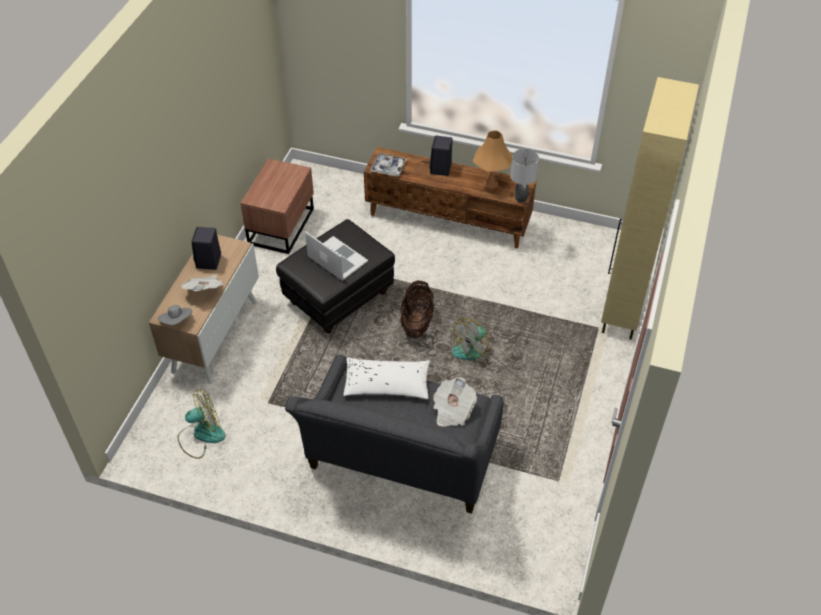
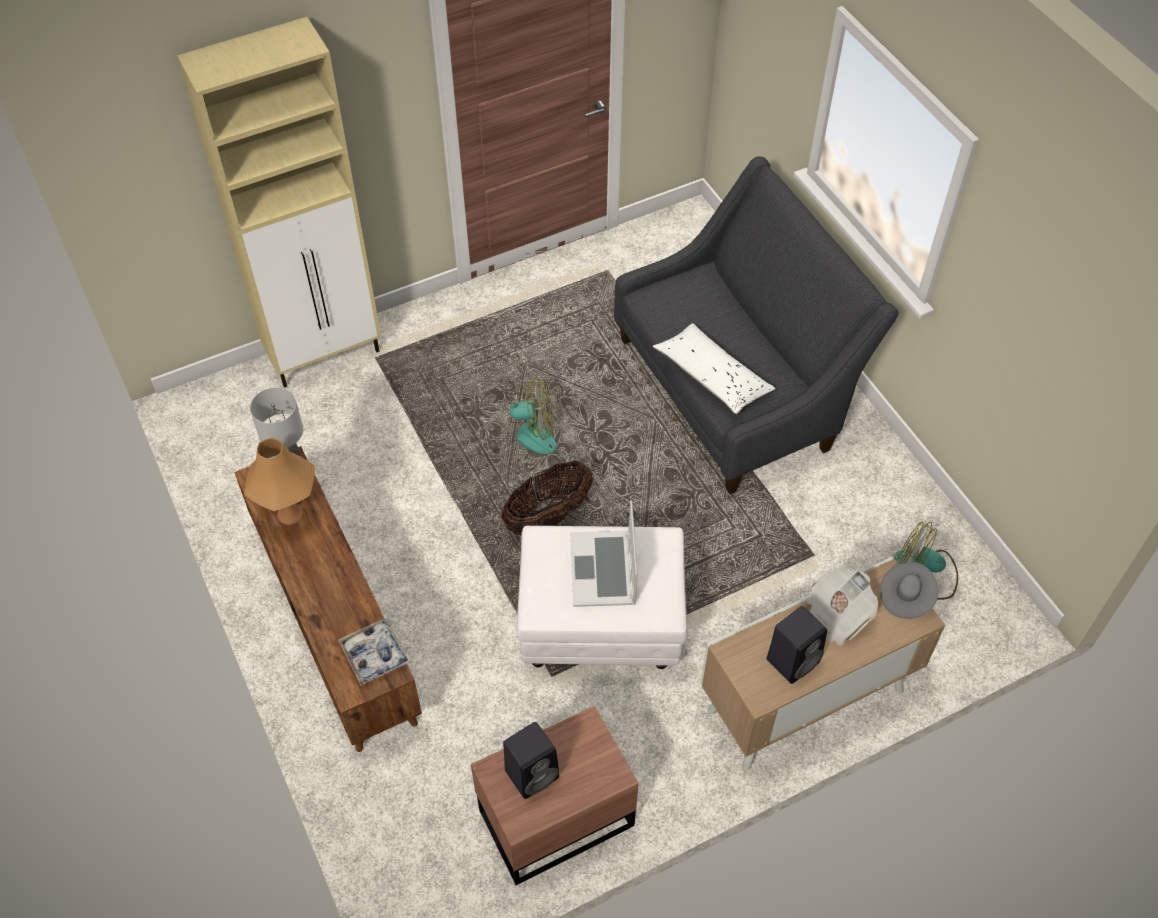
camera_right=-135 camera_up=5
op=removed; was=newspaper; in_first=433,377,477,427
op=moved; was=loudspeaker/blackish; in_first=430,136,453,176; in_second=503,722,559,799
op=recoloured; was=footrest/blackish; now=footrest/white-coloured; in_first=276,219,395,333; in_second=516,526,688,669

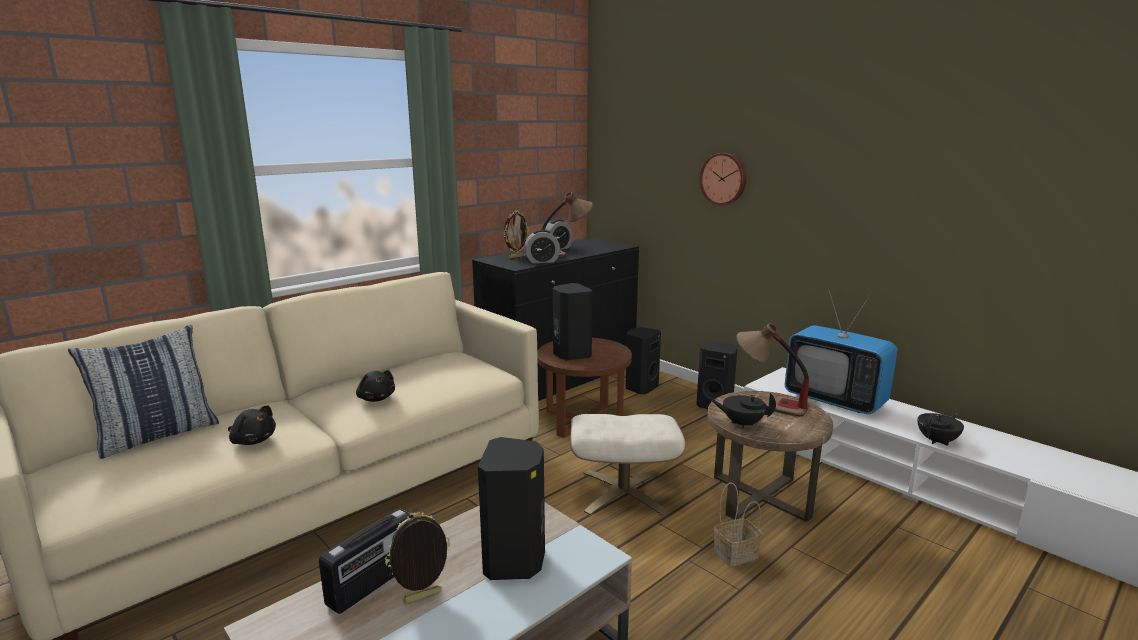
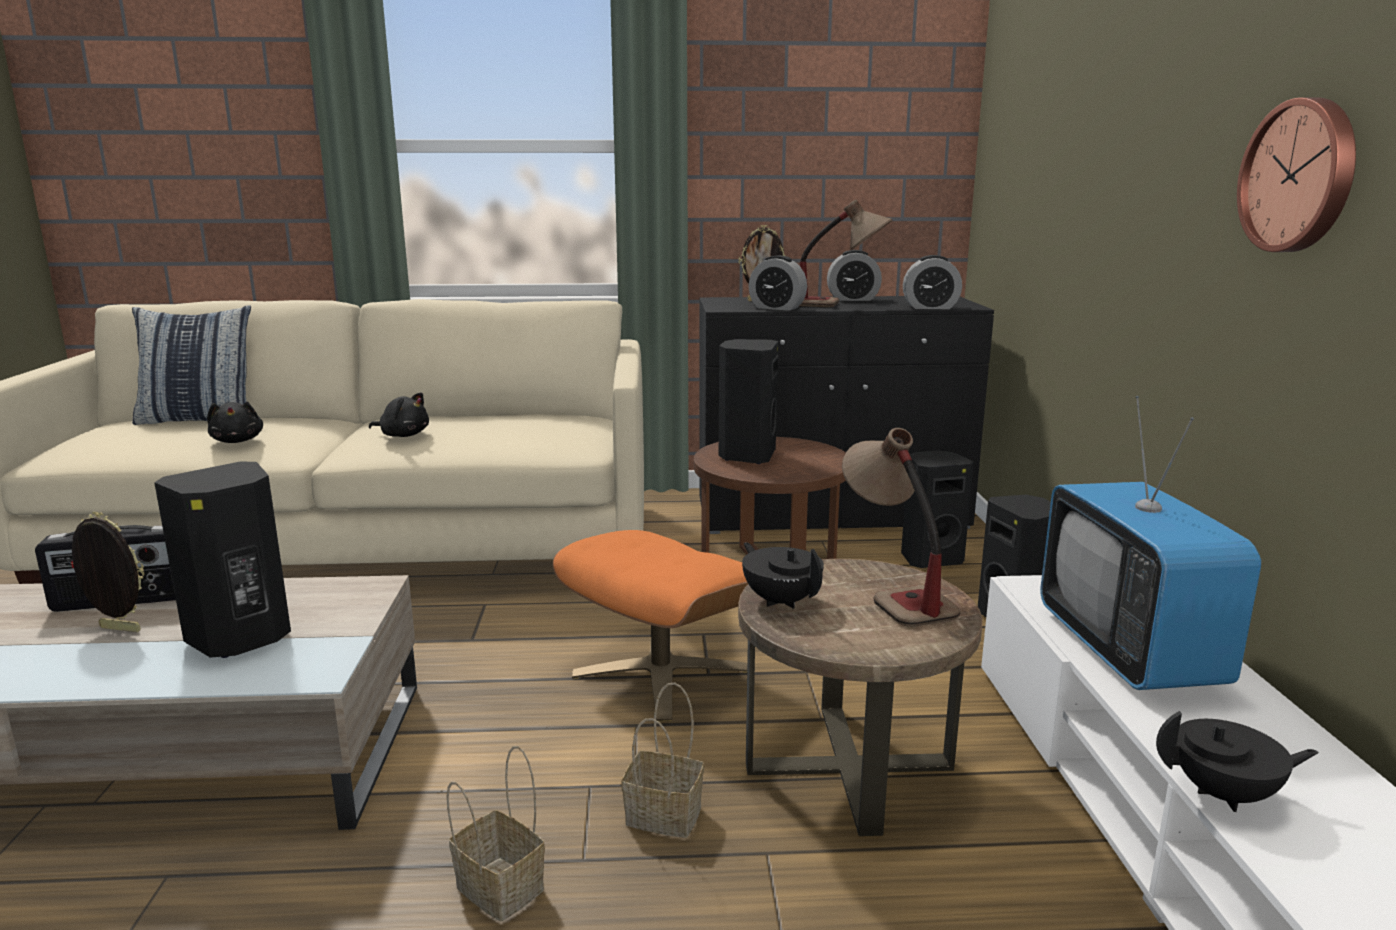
camera_right=40 camera_up=0
op=added; now=household basket; in_second=446,746,545,921
op=added; now=bedside clock; in_second=903,255,962,309
op=moved; was=wall clock; in_first=699,153,747,205; in_second=1237,97,1356,252
op=recoloured; was=footrest/beige-coloured; now=footrest/orangey; in_first=570,414,686,516; in_second=553,530,748,721
op=turned; was=cuddly toy/blackish; in_first=356,370,395,402; in_second=369,392,429,437; clockwise=-75

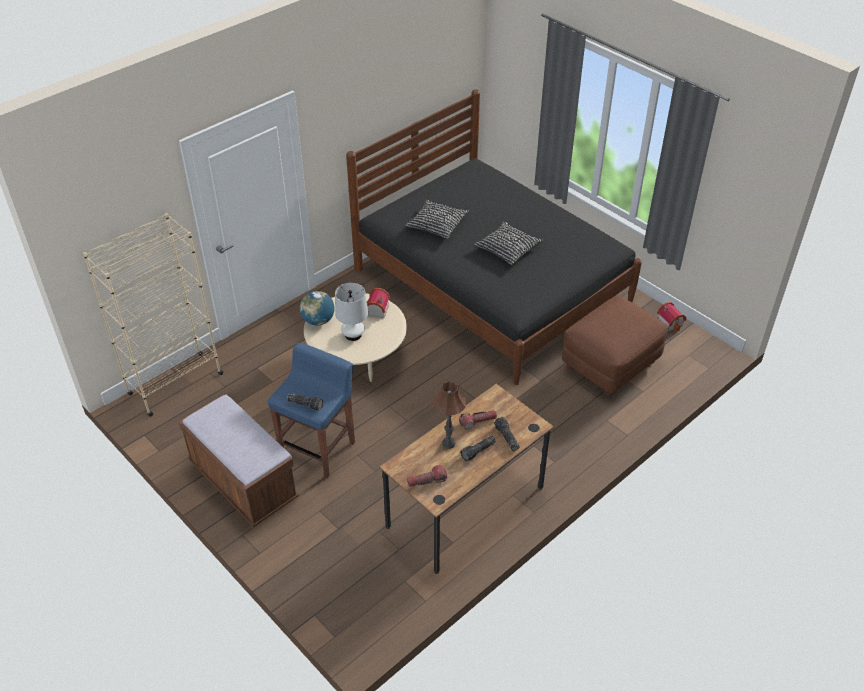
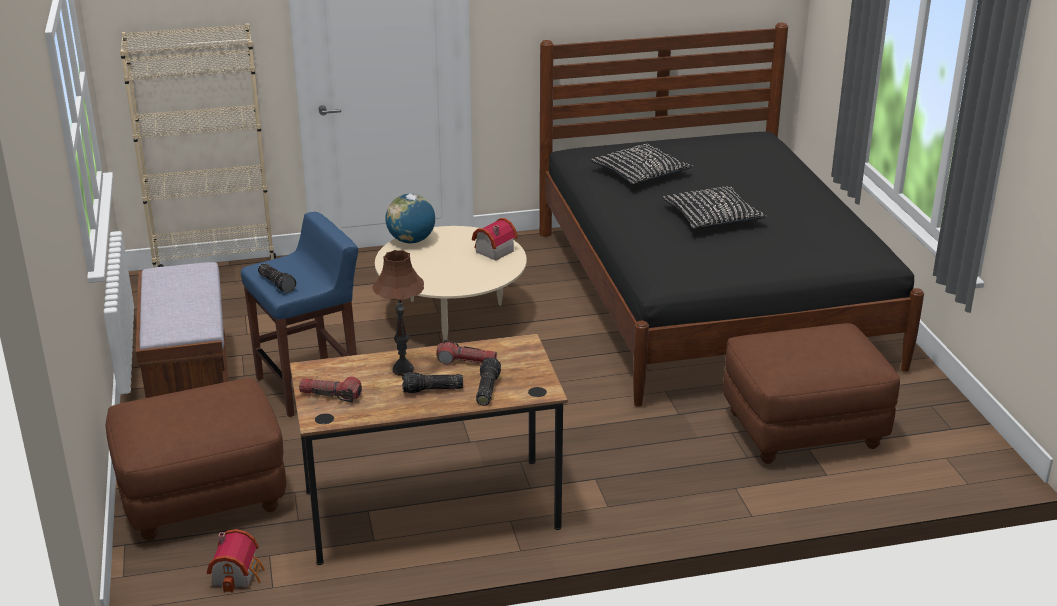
camera_right=30 camera_up=-15
op=removed; was=table lamp/white-coloured; in_first=335,283,368,341
op=added; now=footrest/brown-coloured; in_second=105,378,286,541
op=moved; was=model house; in_first=657,302,686,332; in_second=207,529,265,593

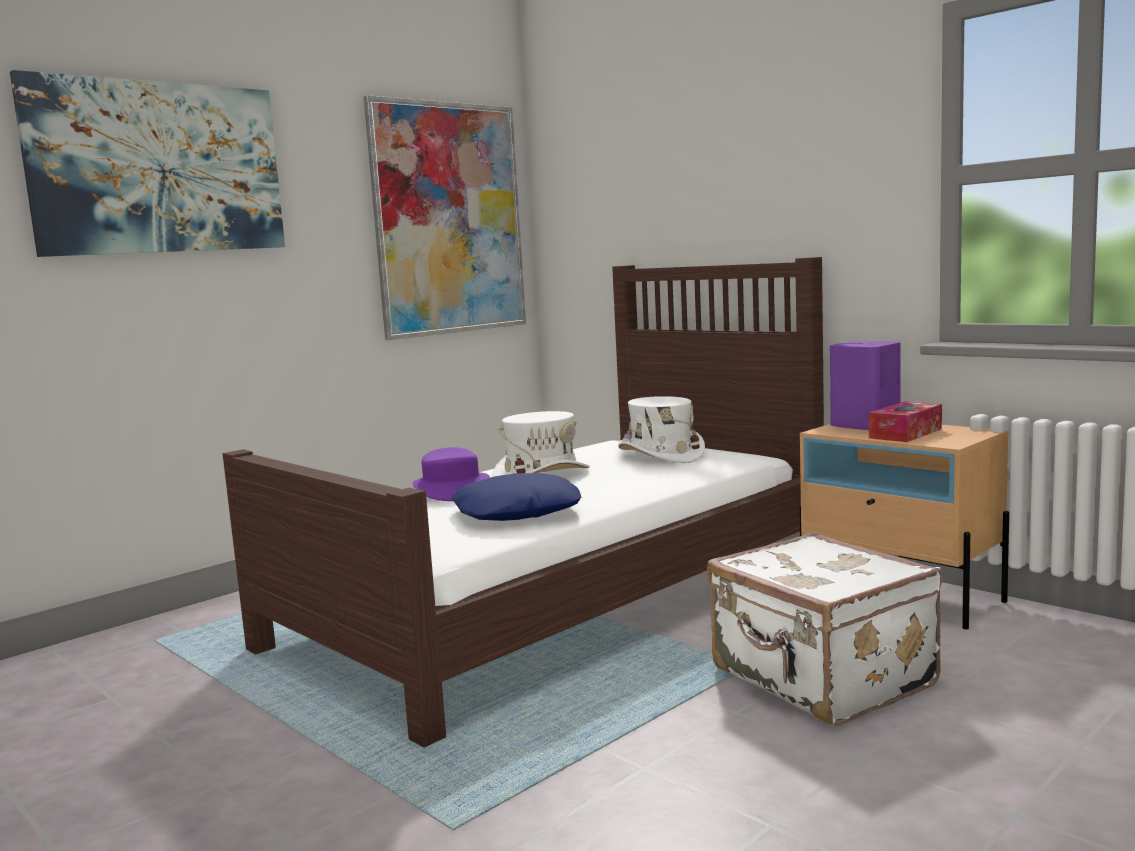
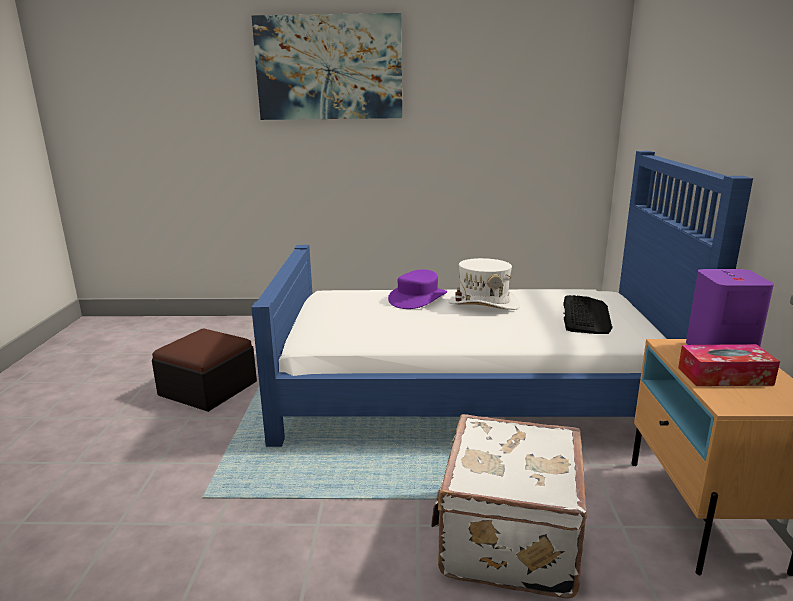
camera_right=45 camera_up=10
op=removed; was=wall art; in_first=364,95,526,340
op=removed; was=throw pillow/blue-coloured; in_first=451,473,581,521
op=added; now=footrest; in_second=152,328,257,412
op=replaced; was=hat/white-coloured; now=PC keyboard; in_first=618,396,705,463; in_second=563,295,613,334
op=recoloured; was=bedroom bed/brown-coloured; now=bedroom bed/blue-coloured; in_first=222,257,824,748; in_second=251,151,753,447

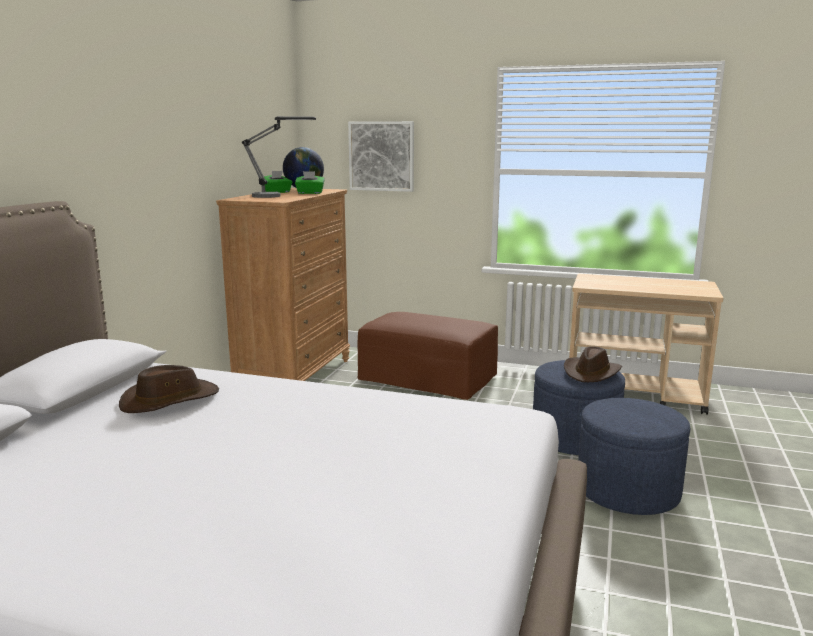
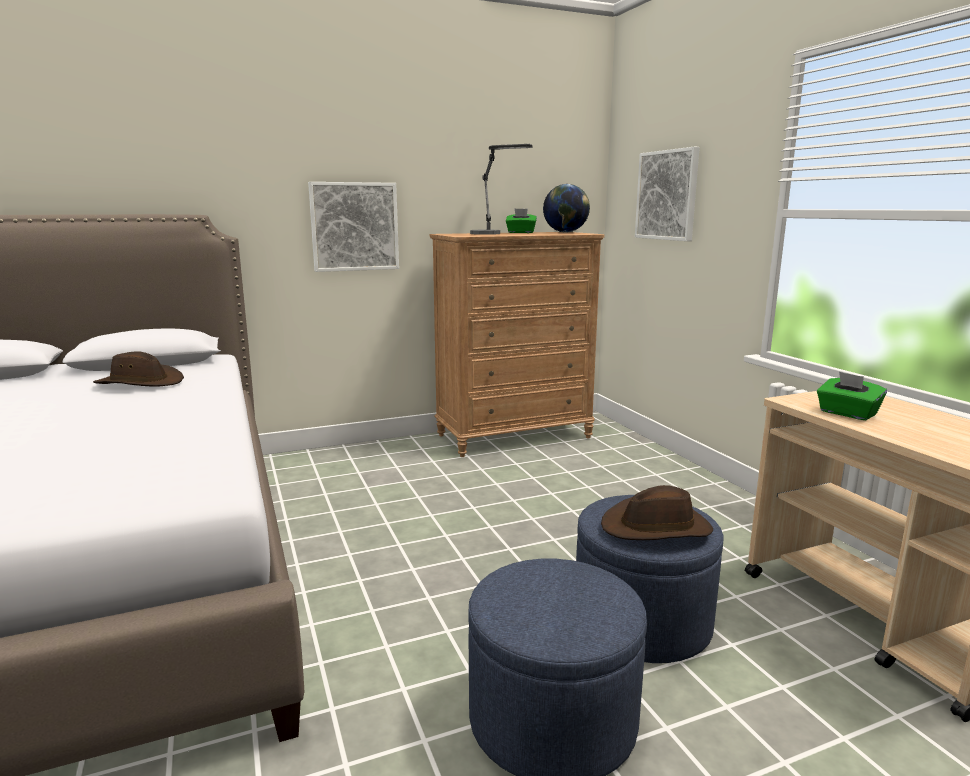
camera_right=50 camera_up=0
op=removed; was=footrest/brown-coloured; in_first=357,312,498,400
op=added; now=wall art; in_second=308,182,399,272
op=moved; was=tissue holder/green-coloured; in_first=295,171,325,194; in_second=817,372,887,420

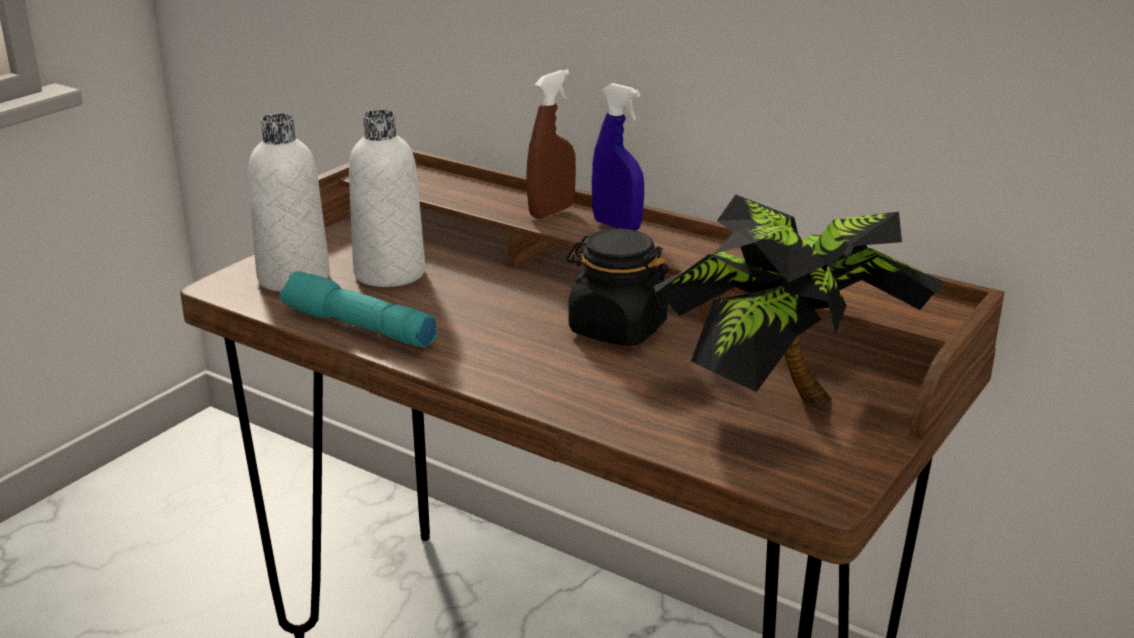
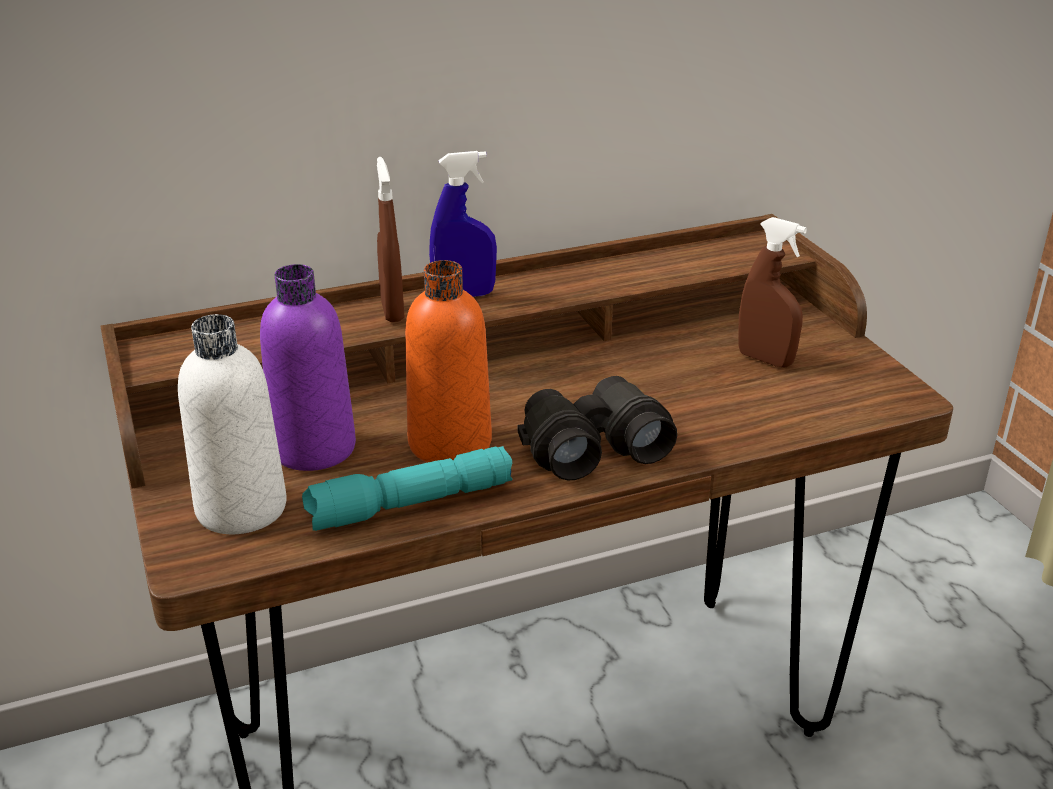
camera_right=-55 camera_up=5
op=removed; was=storage jar/blackish; in_first=566,229,669,346
op=added; now=bottle/orangey; in_second=405,260,492,462
op=added; now=pair of binoculars/blackish; in_second=518,376,677,480
op=replaced; was=plant in a pot; now=spray bottle/brown-coloured; in_first=654,195,945,406; in_second=738,217,807,368
op=recoloured; was=bottle/white-coloured; now=bottle/purple-coloured; in_first=349,110,425,287; in_second=260,264,356,471

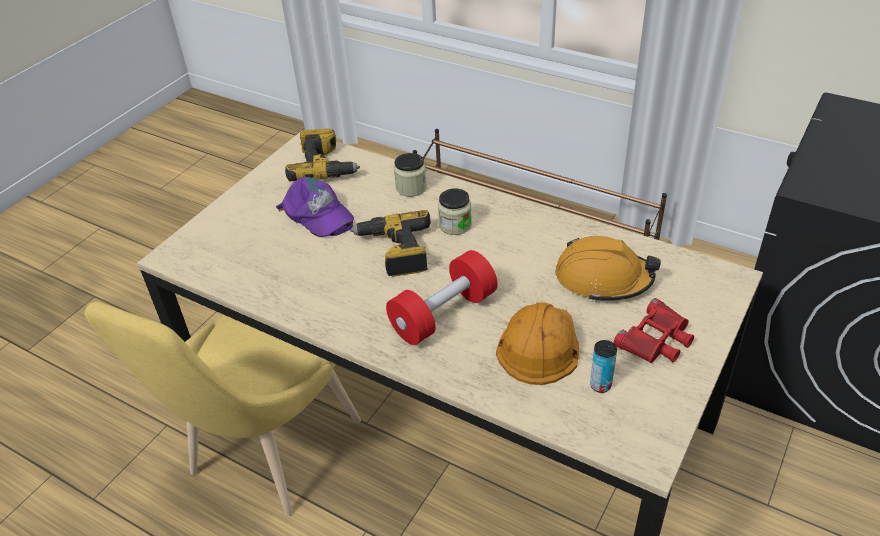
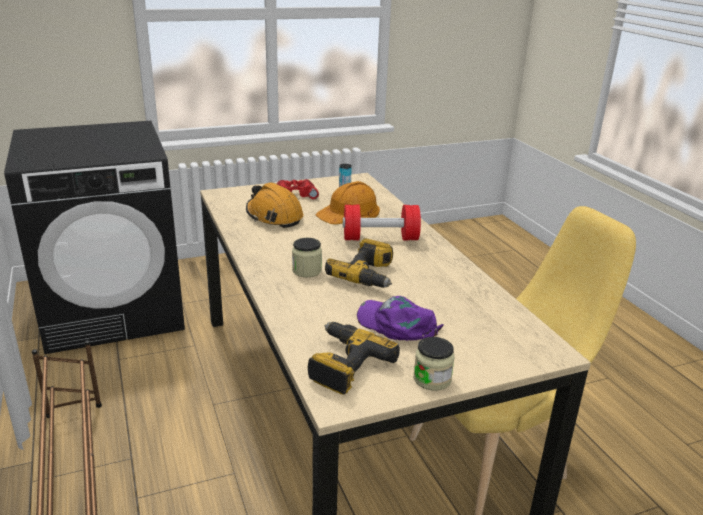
camera_right=-145 camera_up=-15
op=moved; was=storage jar; in_first=394,153,427,197; in_second=414,337,454,391
op=turned; was=baseball cap/purple-coloured; in_first=276,177,354,237; in_second=357,296,444,341; clockwise=-45

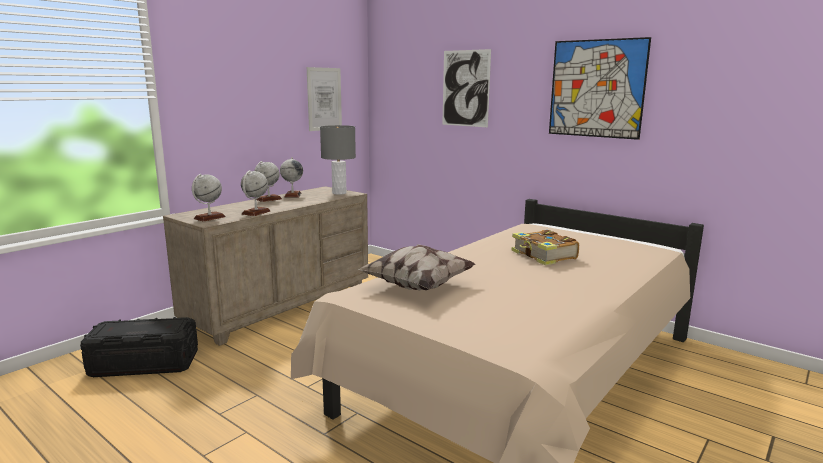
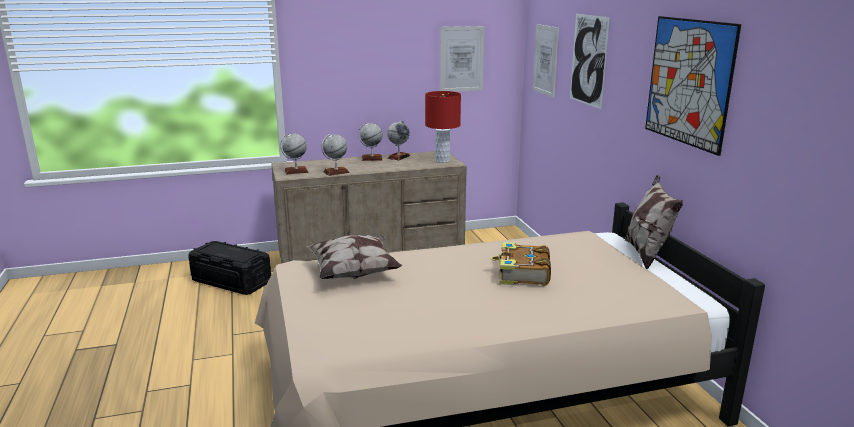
camera_right=35 camera_up=5
op=added; now=wall art; in_second=533,24,559,98
op=added; now=throw pillow; in_second=625,175,683,269
op=recoloured; was=table lamp/grey; now=table lamp/red; in_first=320,125,356,195; in_second=425,91,461,163

